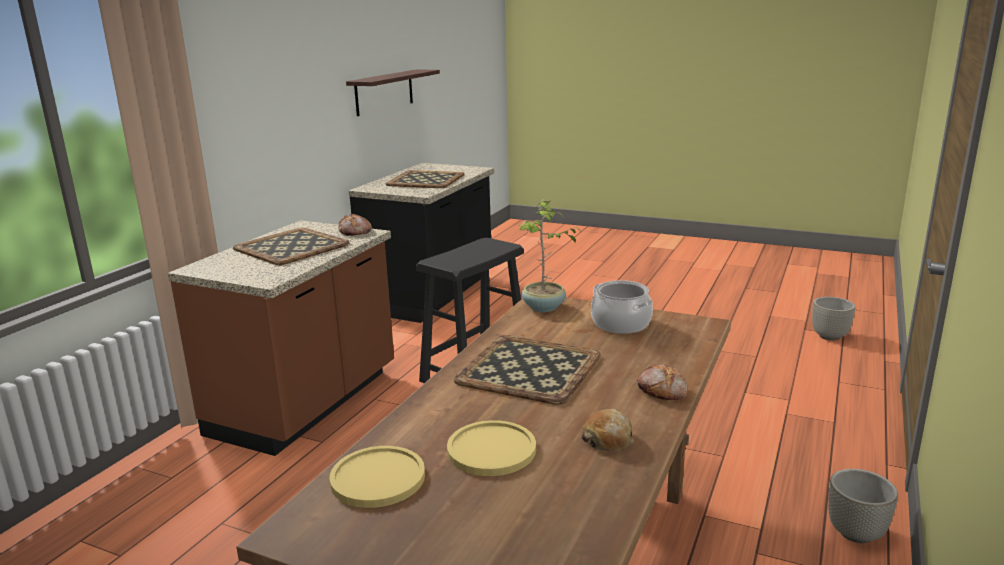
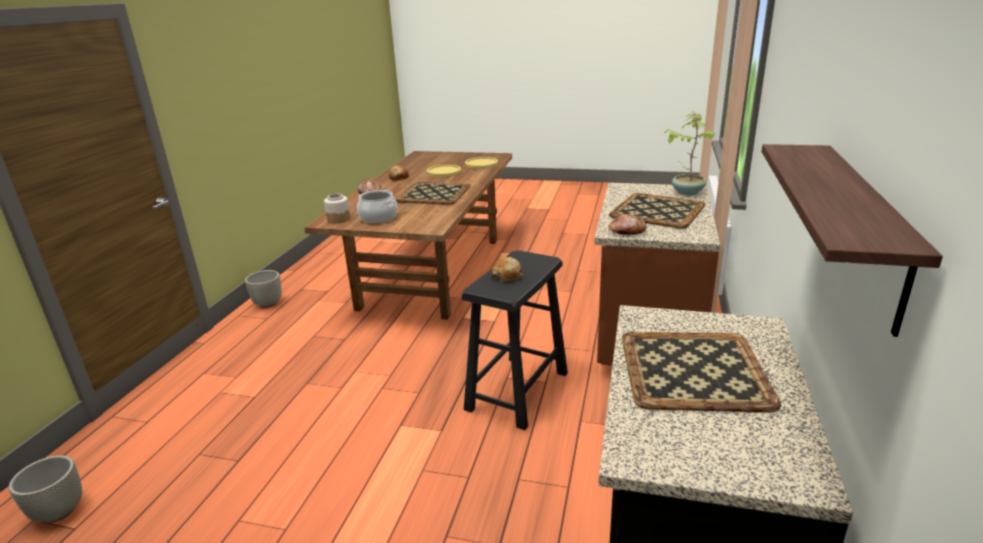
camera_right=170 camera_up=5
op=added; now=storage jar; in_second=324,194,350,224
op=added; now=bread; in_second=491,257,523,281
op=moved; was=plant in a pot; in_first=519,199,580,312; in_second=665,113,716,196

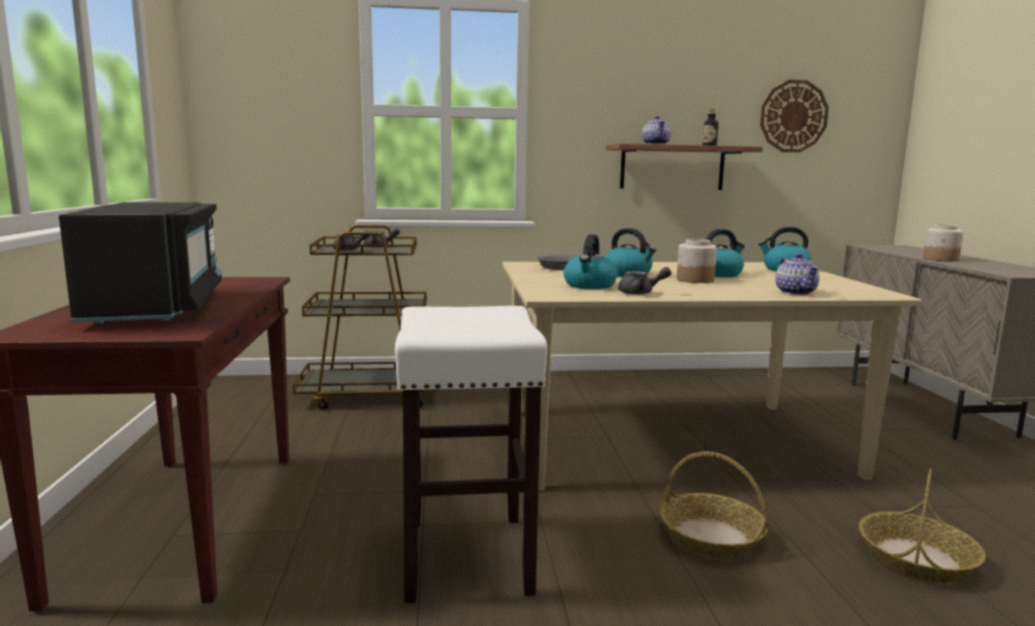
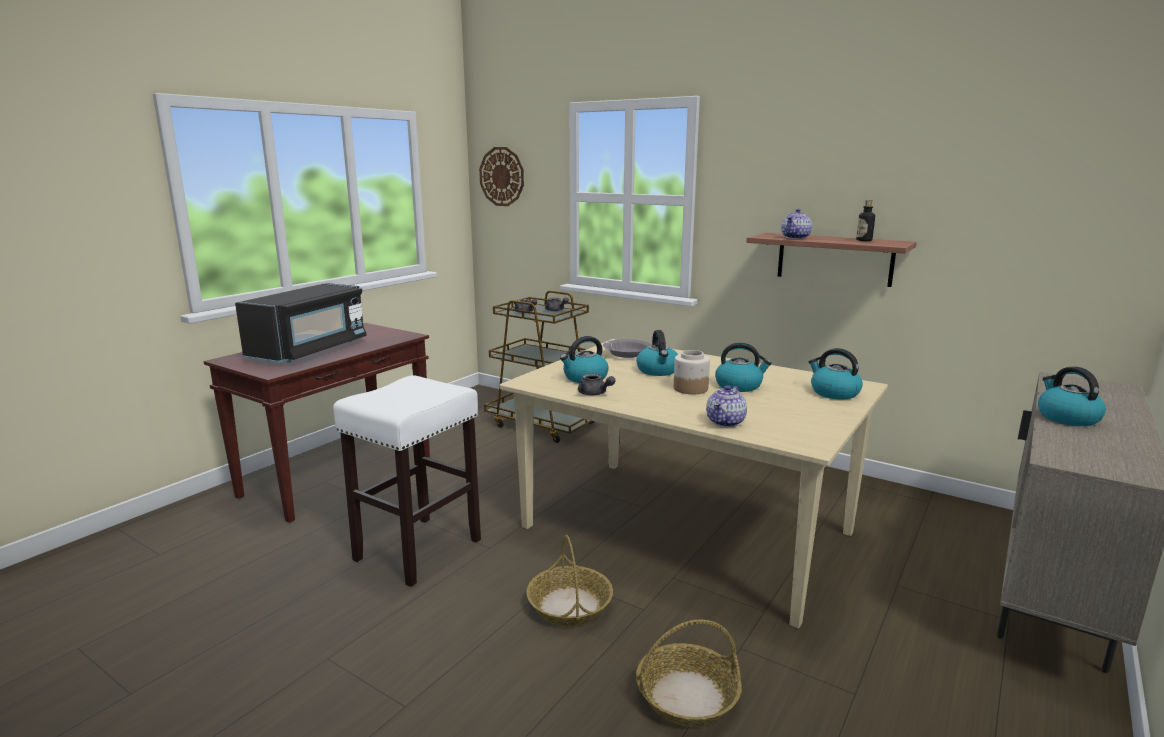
camera_right=40 camera_up=5
op=moved; was=wall clock; in_first=760,80,829,152; in_second=479,147,524,206
op=replaced; was=storage jar; now=tea kettle; in_first=923,224,963,261; in_second=1038,367,1106,426

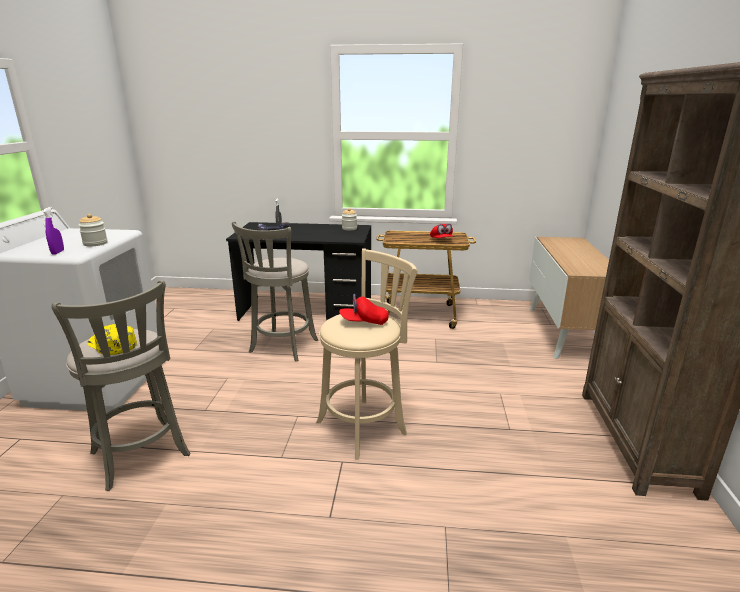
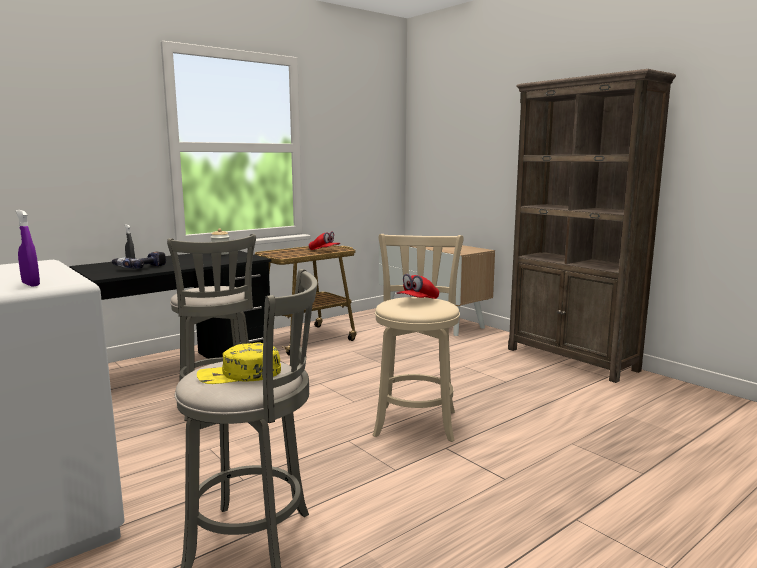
camera_right=-45 camera_up=-10
op=removed; was=storage jar; in_first=78,214,108,247

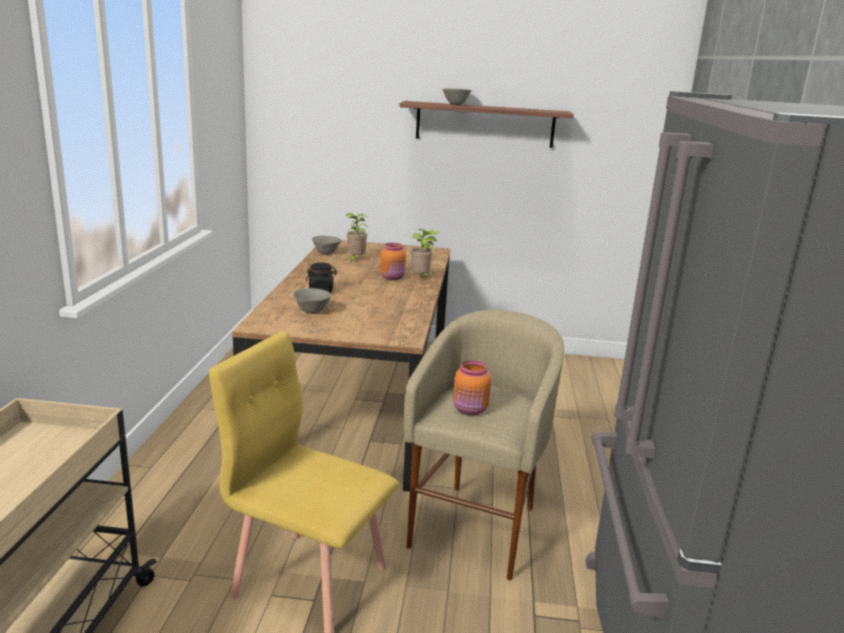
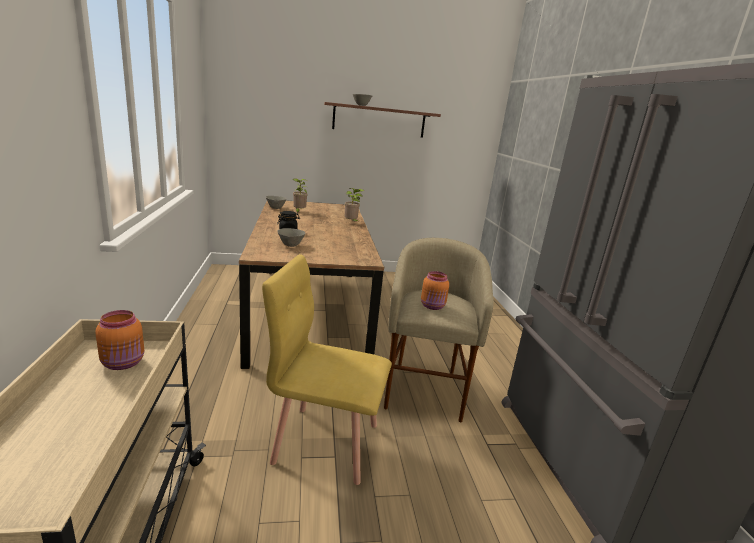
camera_right=-15 camera_up=0
op=moved; was=storage jar/orangey; in_first=380,243,406,280; in_second=95,310,144,370

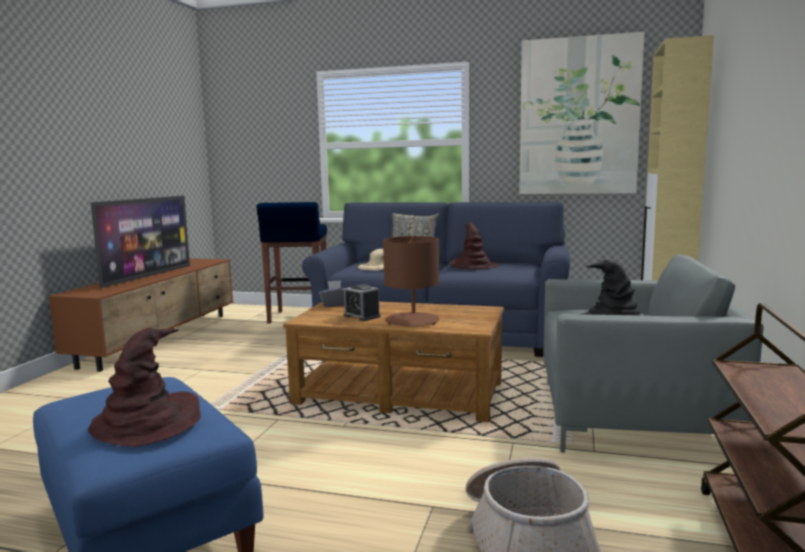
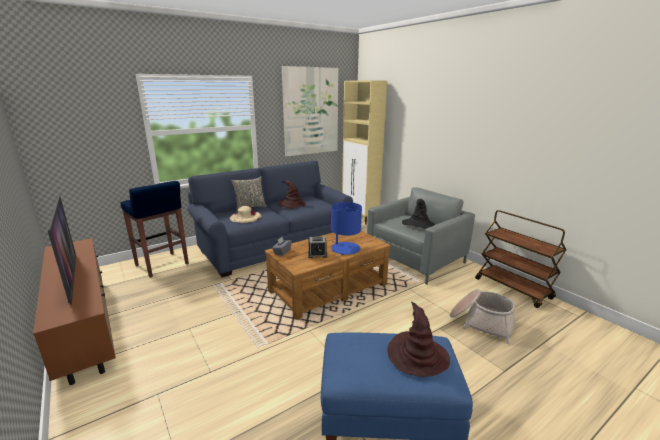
camera_right=-50 camera_up=10
op=recoloured; was=table lamp/brown-coloured; now=table lamp/blue-coloured; in_first=383,236,439,326; in_second=331,202,362,255

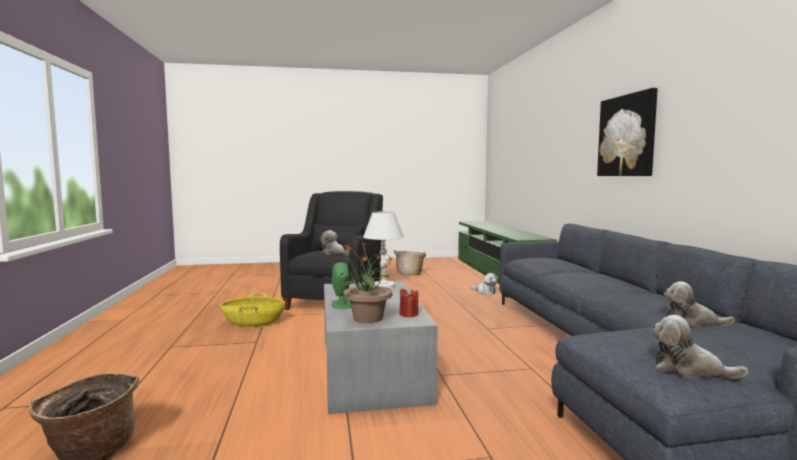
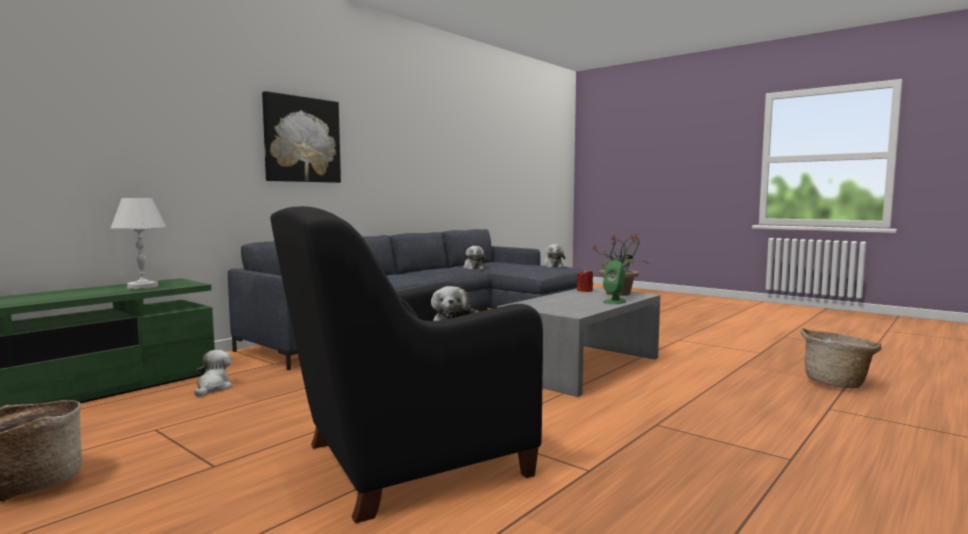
camera_right=-130 camera_up=0
op=removed; was=household basket; in_first=220,292,285,327
op=moved; was=table lamp/white-coloured; in_first=363,212,404,289; in_second=111,198,166,289

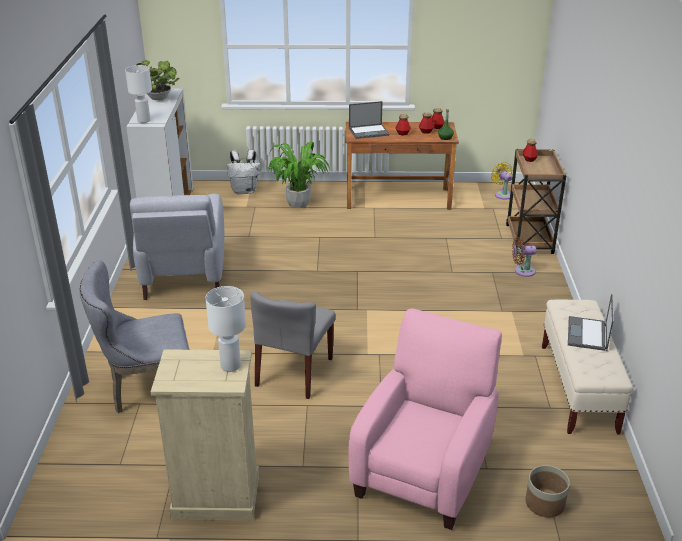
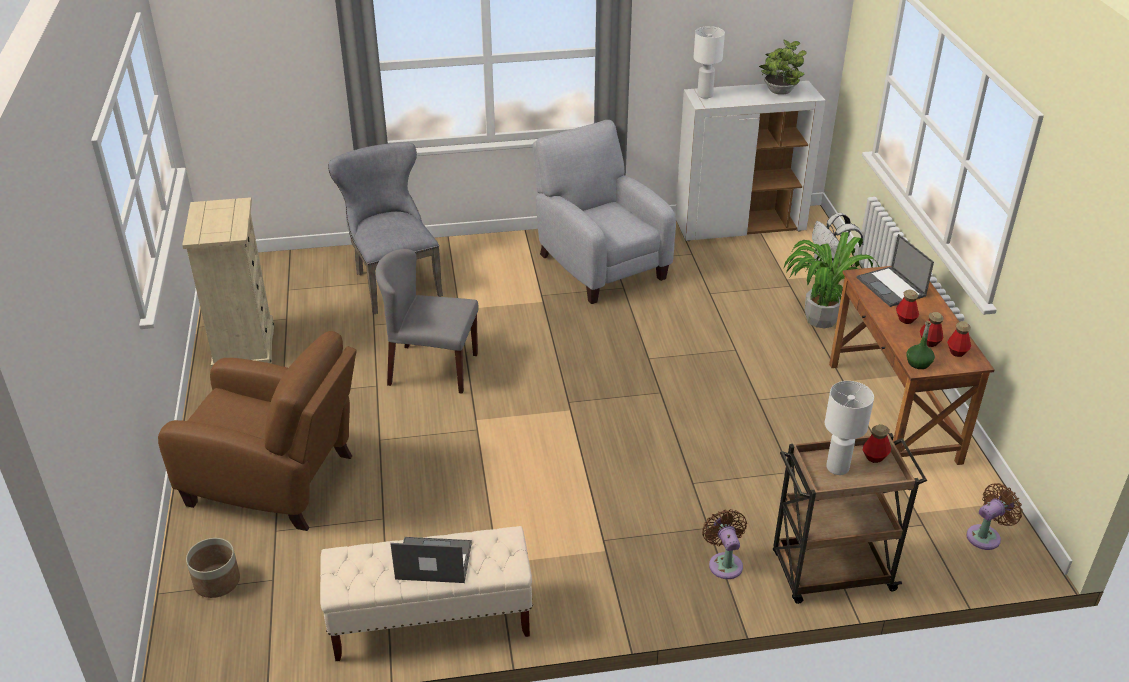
camera_right=80 camera_up=5
op=moved; was=table lamp/white-coloured; in_first=205,286,246,372; in_second=825,381,874,475
op=recoloured; was=easy chair/pink-coloured; now=easy chair/brown-coloured; in_first=349,308,502,530; in_second=158,331,357,531
op=recoloured; was=electric fan/yellowish; now=electric fan/brown-coloured; in_first=491,162,513,200; in_second=966,483,1023,550
op=turned; was=easy chair/grey; in_first=130,194,224,300; in_second=533,120,676,304; clockwise=75

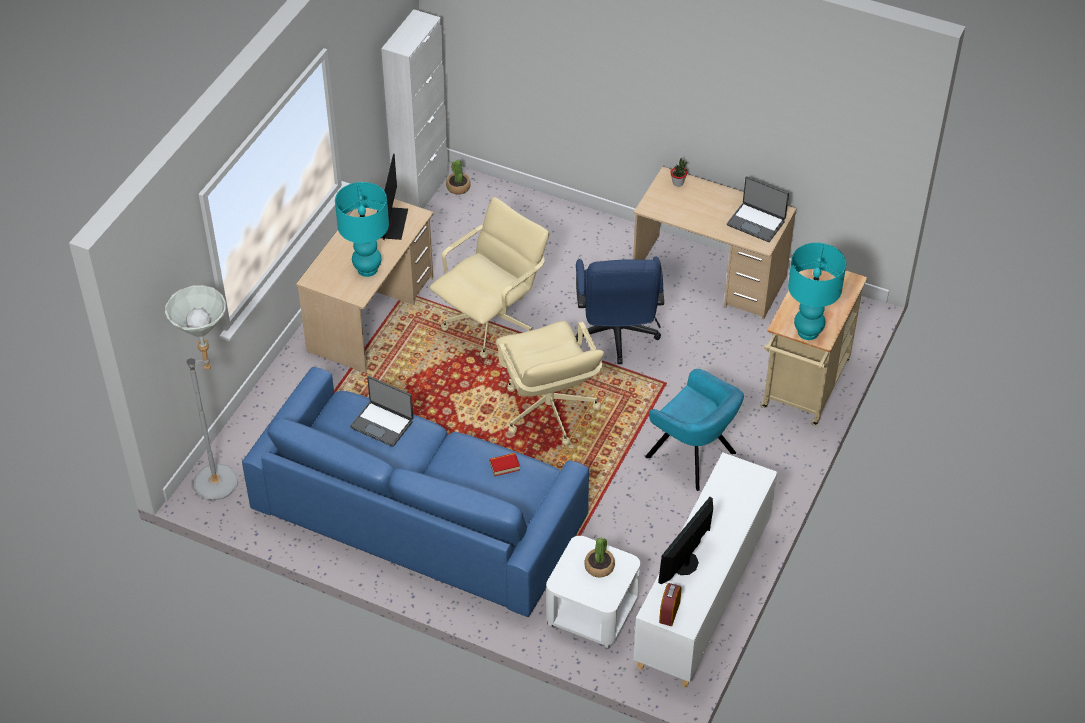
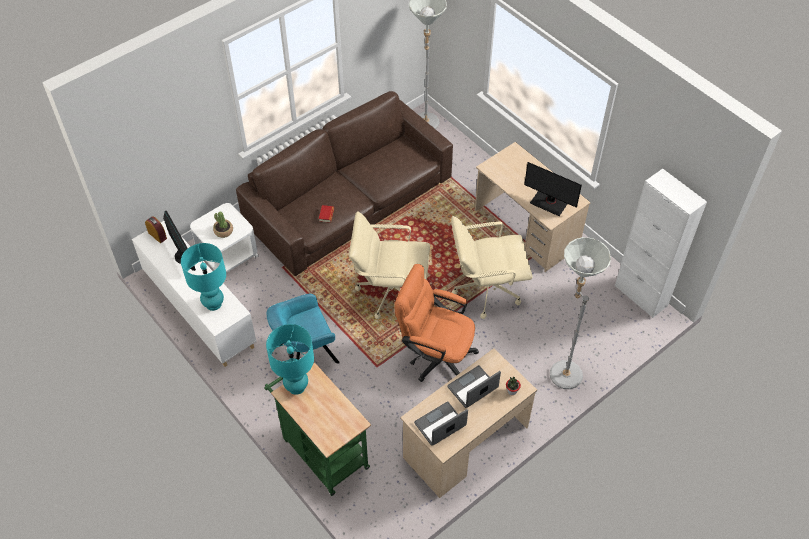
camera_right=115 camera_up=5
op=removed; was=plant in a pot; in_first=446,160,471,195
op=added; now=standard lamp/grey; in_second=550,237,611,389
op=moved; was=table lamp/turquoise-coloured; in_first=335,182,389,277; in_second=181,243,226,311
op=moved; was=laptop; in_first=350,376,413,447; in_second=447,365,501,408
op=recoloured; was=couch/blue-coloured; now=couch/brown-coloured; in_first=242,367,589,617; in_second=236,91,453,276
op=recoloured; was=desk chair/blue-coloured; now=desk chair/orangey; in_first=575,256,664,364; in_second=395,264,479,382
op=recoloured; was=wheeled cart/beige-coloured; now=wheeled cart/green-coloured; in_first=760,269,867,426; in_second=264,363,371,496
op=turned; was=desk chair/beige-coloured; in_first=430,197,549,358; in_second=451,216,532,319; clockwise=105

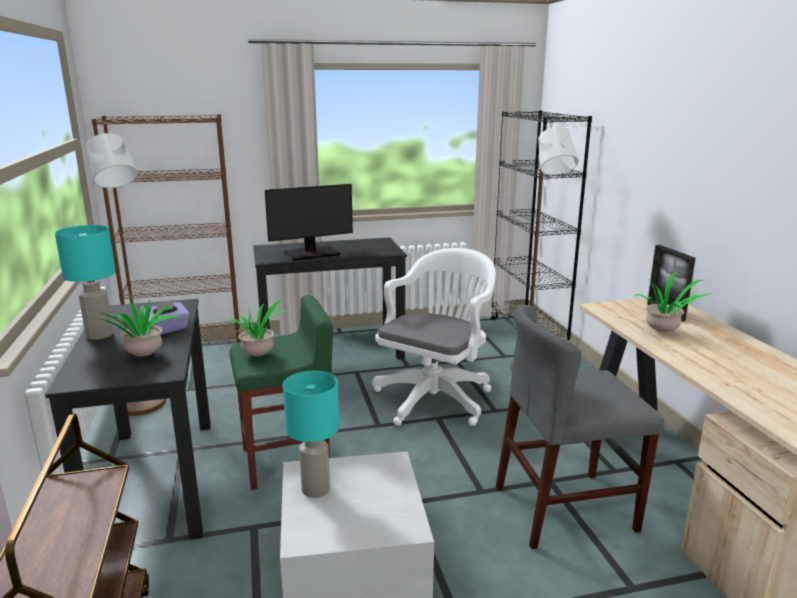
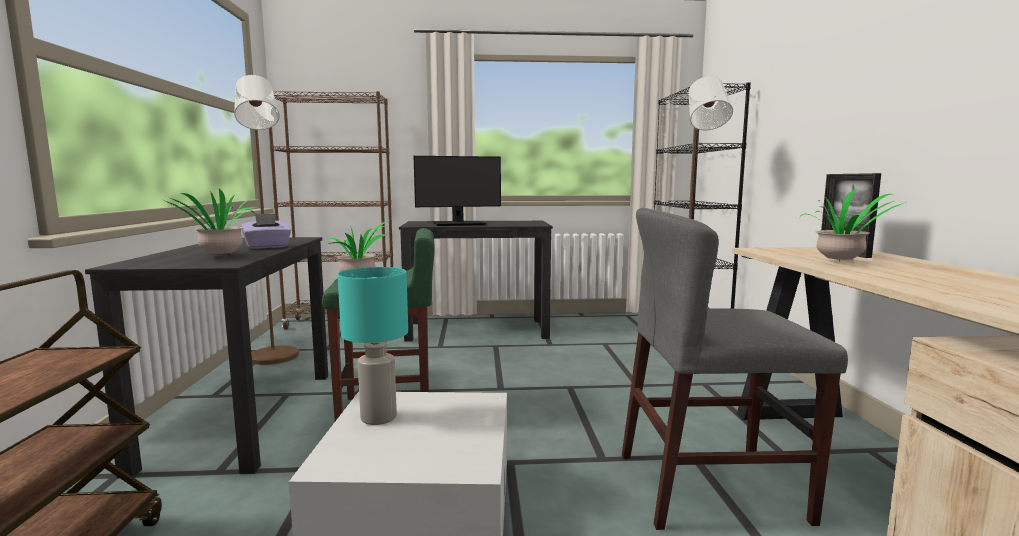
camera_right=10 camera_up=-10
op=removed; was=table lamp/turquoise-coloured; in_first=55,225,115,340
op=removed; was=desk chair/white-coloured; in_first=372,248,496,426

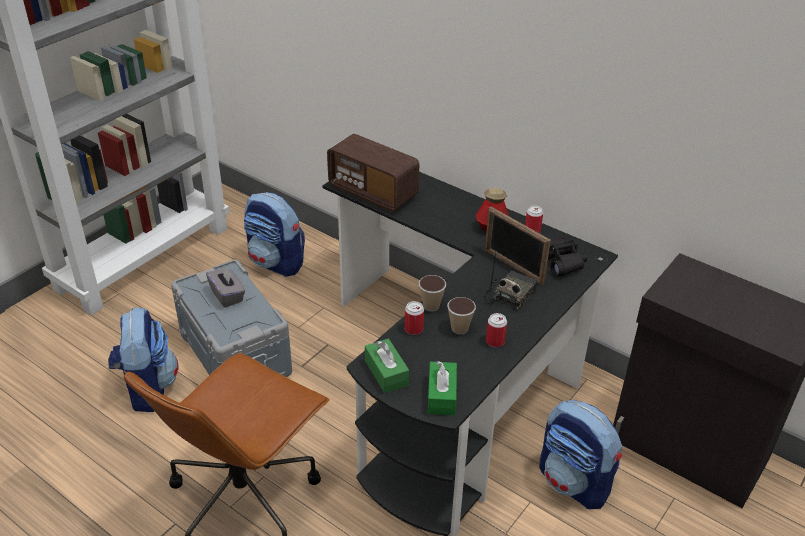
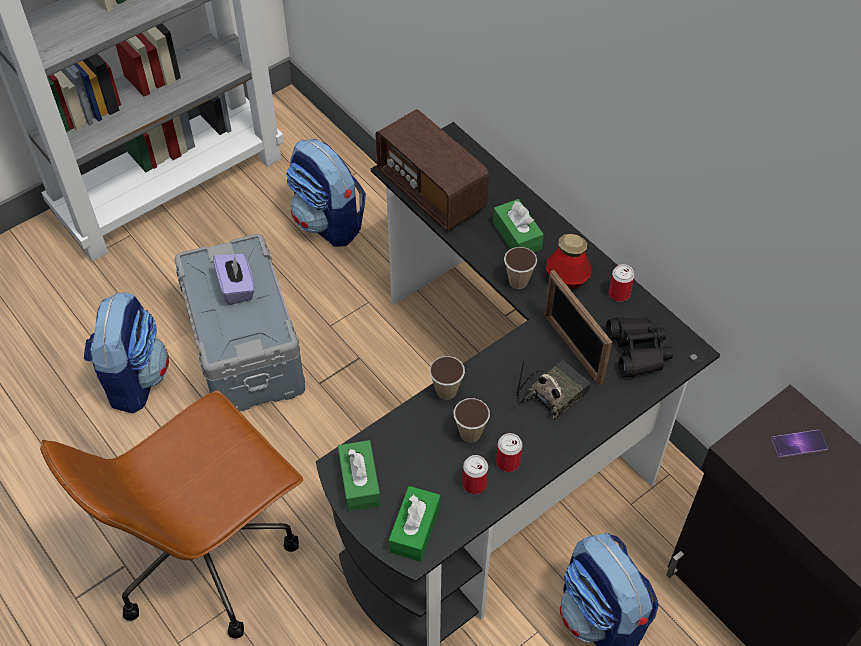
camera_right=15 camera_up=15
op=added; now=tissue holder/green-coloured; in_second=493,199,544,252
op=added; now=drinking cup; in_second=504,247,537,289
op=added; now=telephone; in_second=771,430,828,457
op=moved; was=metal can; in_first=405,301,424,335; in_second=462,455,488,494
op=recoloured; was=tissue holder/grey; now=tissue holder/purple-coloured; in_first=206,265,245,307; in_second=213,253,255,305

